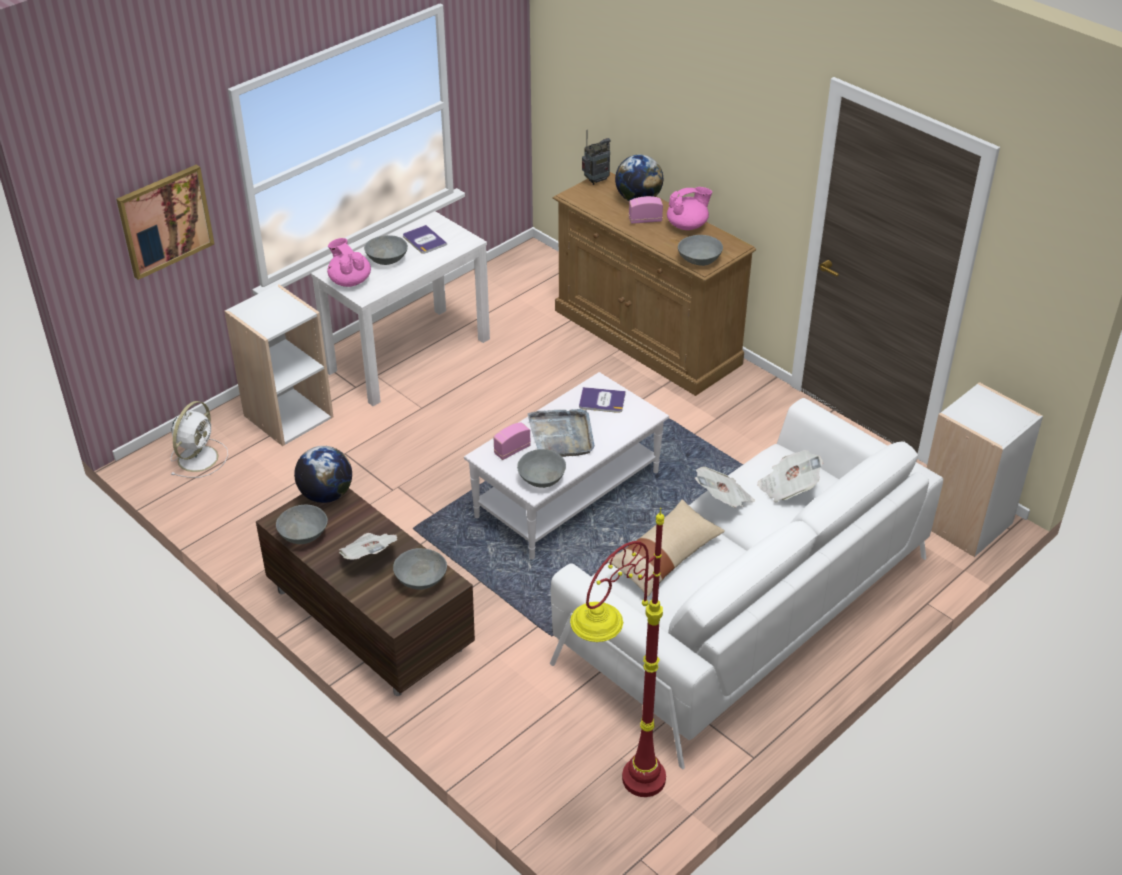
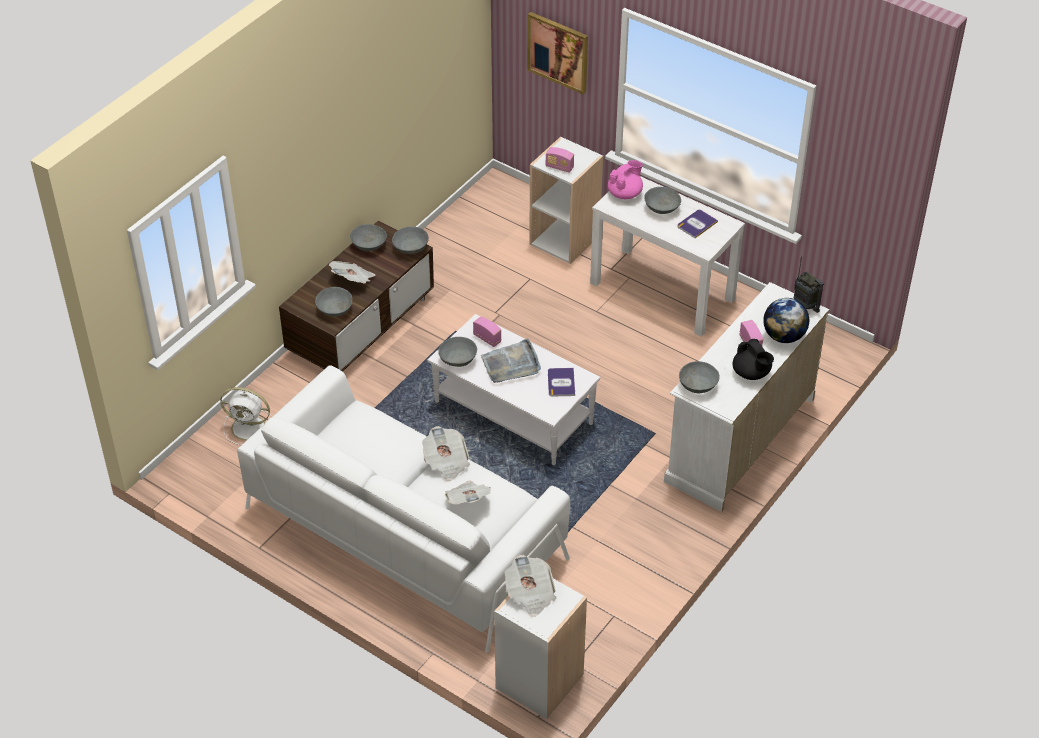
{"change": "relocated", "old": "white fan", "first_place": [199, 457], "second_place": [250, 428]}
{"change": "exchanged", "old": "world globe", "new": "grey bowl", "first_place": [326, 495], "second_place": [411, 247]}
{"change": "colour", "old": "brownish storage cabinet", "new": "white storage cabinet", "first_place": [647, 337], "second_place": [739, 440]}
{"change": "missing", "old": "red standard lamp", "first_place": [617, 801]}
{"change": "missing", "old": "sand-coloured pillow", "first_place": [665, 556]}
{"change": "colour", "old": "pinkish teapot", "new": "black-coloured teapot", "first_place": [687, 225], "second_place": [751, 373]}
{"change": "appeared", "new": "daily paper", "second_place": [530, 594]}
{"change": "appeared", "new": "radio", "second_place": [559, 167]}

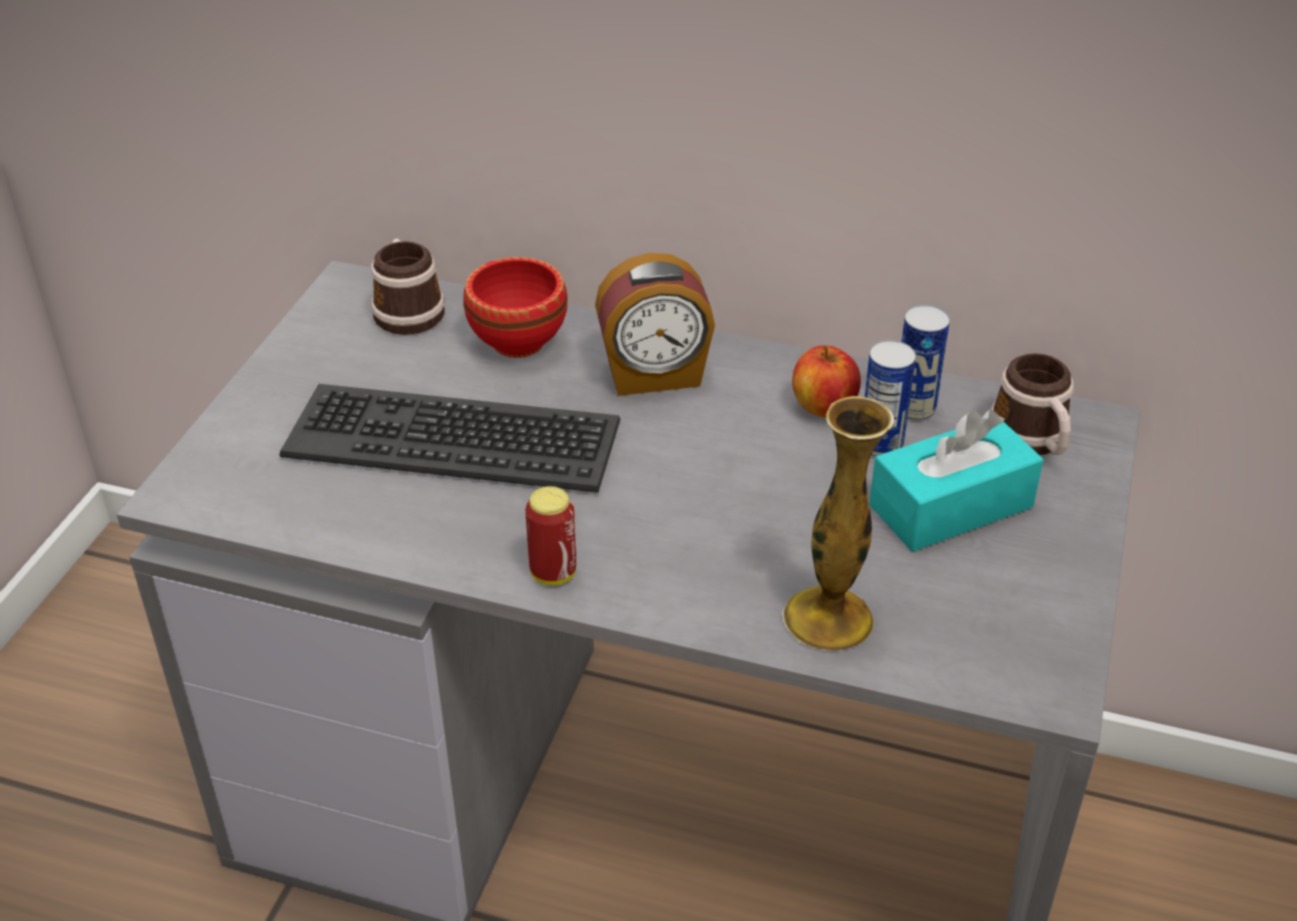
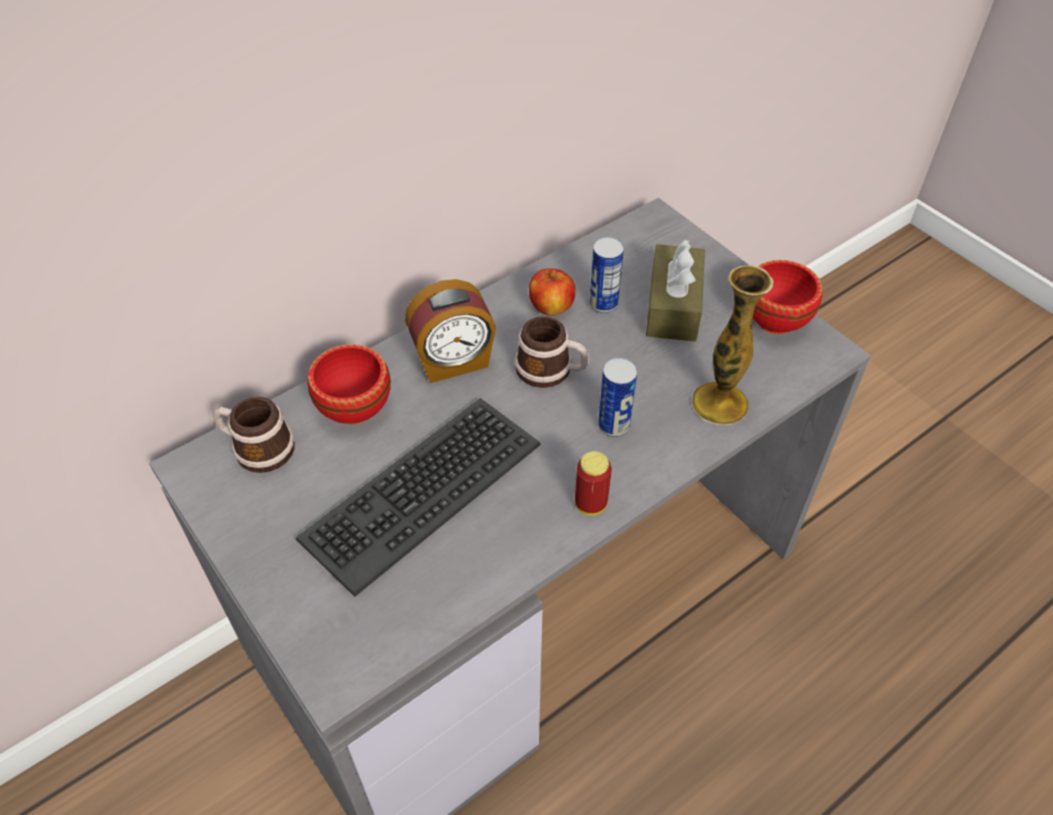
{"change": "spun", "old": "bedside clock", "first_place": [654, 376], "second_place": [453, 362], "degrees": 45}
{"change": "colour", "old": "turquoise-coloured tissue holder", "new": "brownish tissue holder", "first_place": [951, 506], "second_place": [673, 306]}
{"change": "relocated", "old": "sealed can", "first_place": [914, 408], "second_place": [614, 425]}
{"change": "relocated", "old": "mug", "first_place": [1033, 441], "second_place": [551, 371]}
{"change": "appeared", "new": "red bowl", "second_place": [777, 320]}

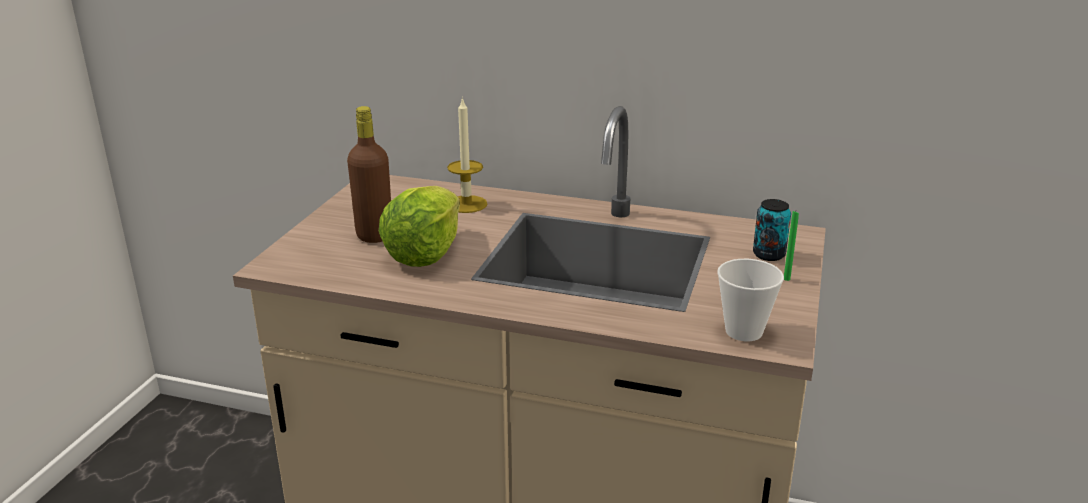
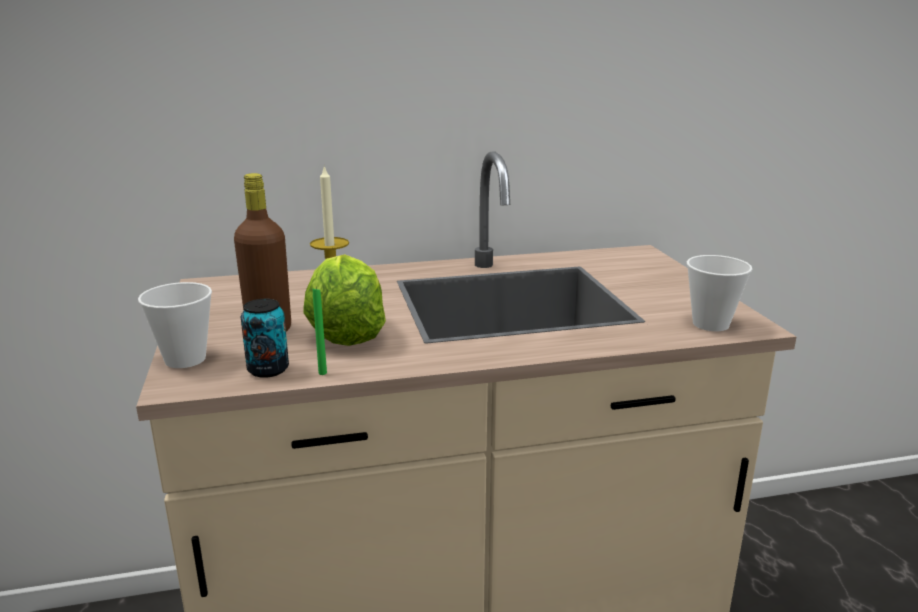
{"change": "relocated", "old": "sealed can", "first_place": [769, 255], "second_place": [268, 369]}
{"change": "relocated", "old": "greenish wax candle", "first_place": [786, 279], "second_place": [322, 373]}
{"change": "appeared", "new": "drinking cup", "second_place": [185, 359]}

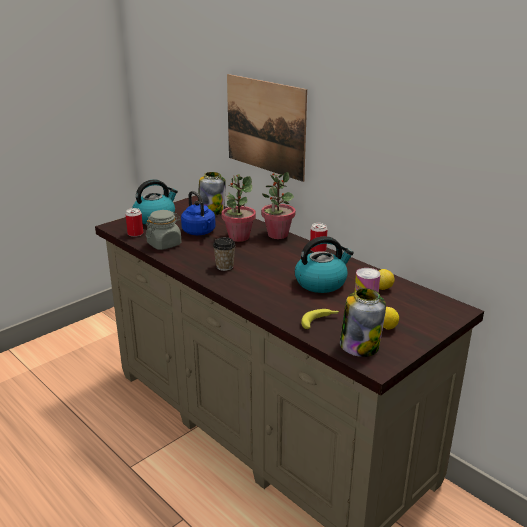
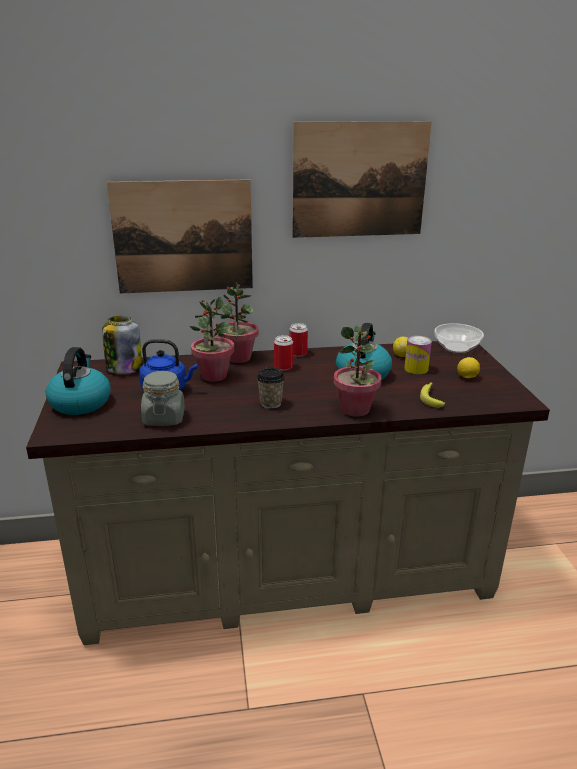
{"change": "relocated", "old": "sealed can", "first_place": [135, 234], "second_place": [283, 367]}
{"change": "missing", "old": "jar", "first_place": [359, 345]}
{"change": "appeared", "new": "wall picture", "second_place": [359, 180]}
{"change": "appeared", "new": "plant in a pot", "second_place": [355, 409]}
{"change": "appeared", "new": "bowl", "second_place": [456, 348]}

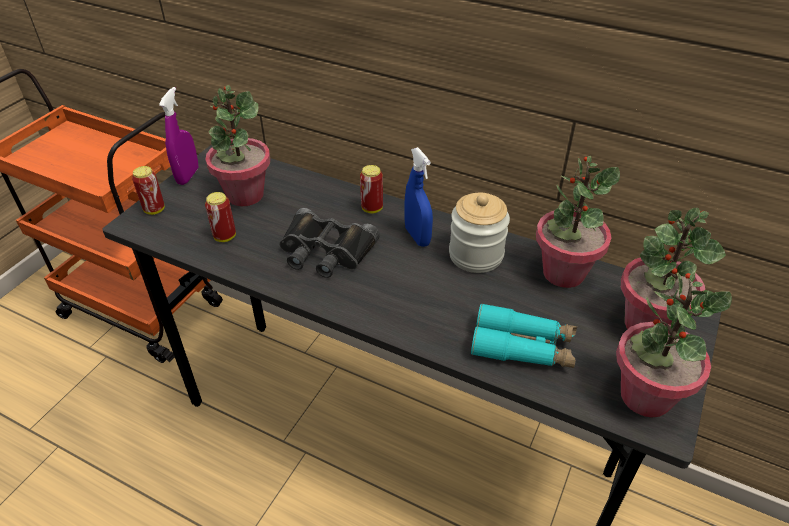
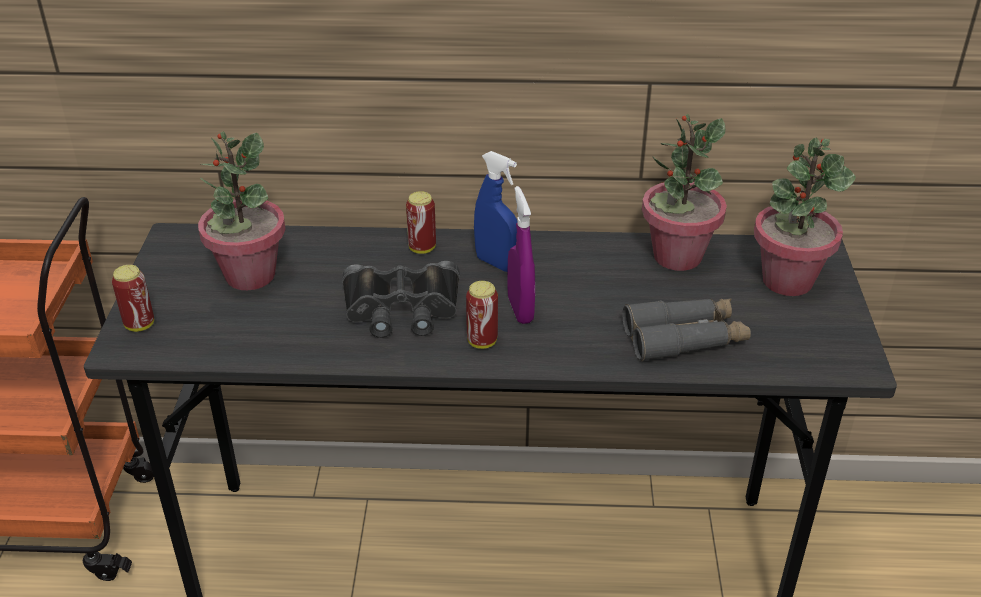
{"change": "relocated", "old": "purple spray bottle", "first_place": [188, 176], "second_place": [520, 310]}
{"change": "relocated", "old": "sealed can", "first_place": [225, 237], "second_place": [482, 341]}
{"change": "missing", "old": "jar", "first_place": [476, 255]}
{"change": "colour", "old": "turquoise-coloured binoculars", "new": "grey binoculars", "first_place": [523, 347], "second_place": [684, 338]}
{"change": "missing", "old": "plant in a pot", "first_place": [645, 396]}

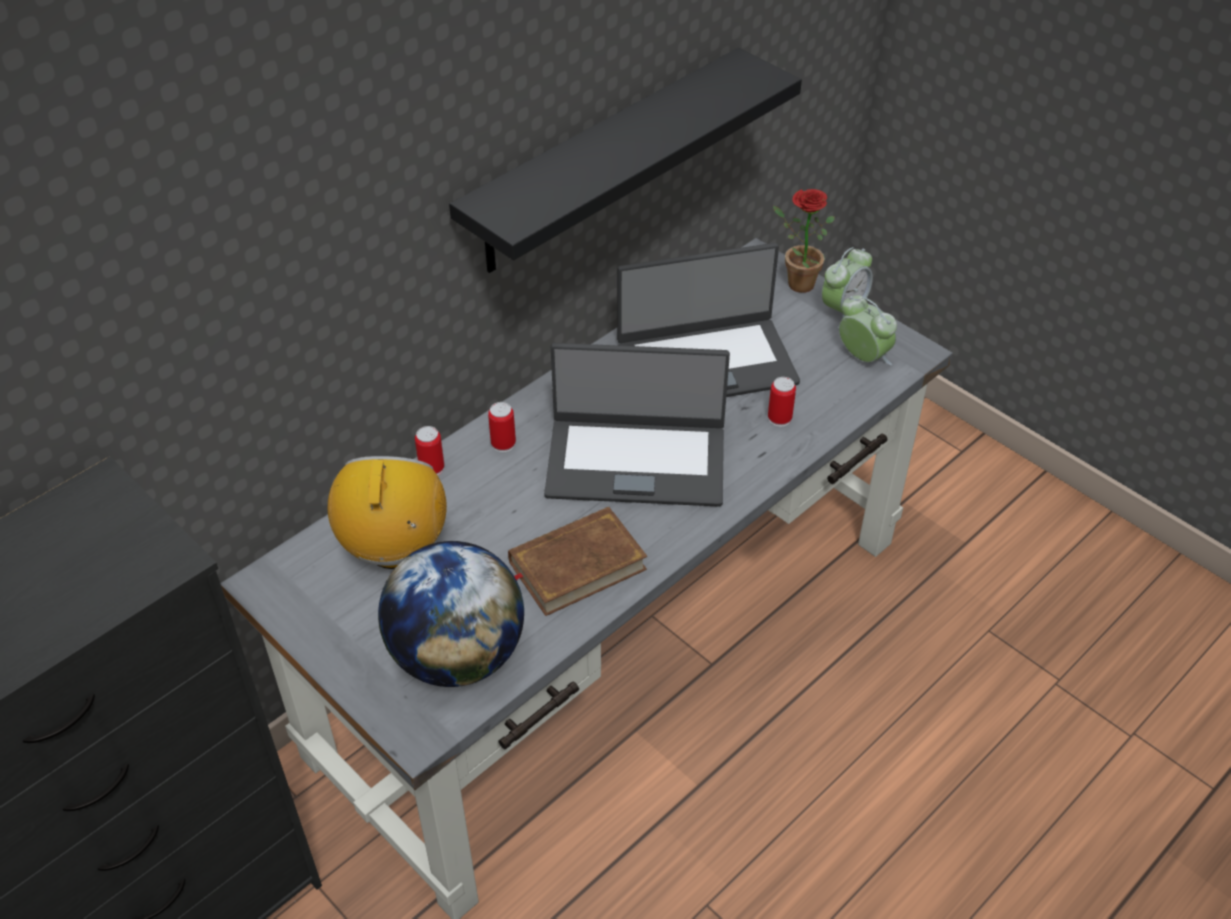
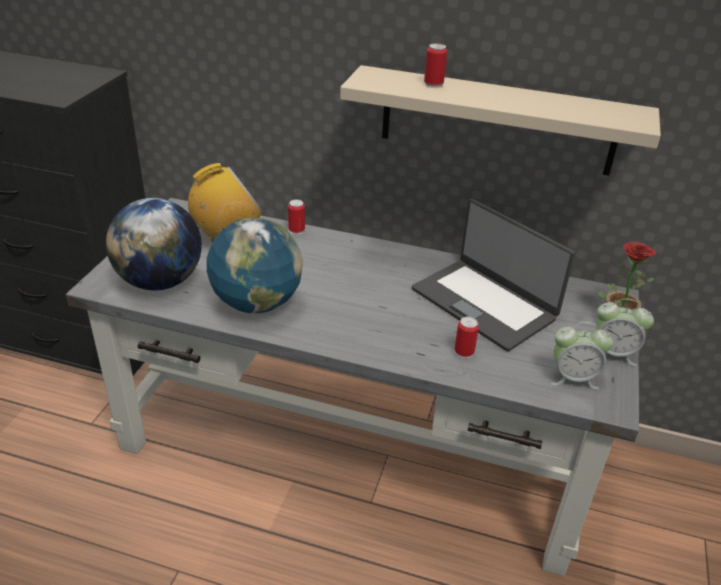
{"change": "colour", "old": "black-coloured bracket shelf", "new": "sand-coloured bracket shelf", "first_place": [603, 162], "second_place": [497, 121]}
{"change": "relocated", "old": "sealed can", "first_place": [503, 444], "second_place": [433, 84]}
{"change": "exchanged", "old": "brownish bound book", "new": "world globe", "first_place": [576, 565], "second_place": [257, 303]}
{"change": "missing", "old": "notebook computer", "first_place": [636, 461]}
{"change": "spun", "old": "bedside clock", "first_place": [863, 357], "second_place": [573, 378], "degrees": 75}

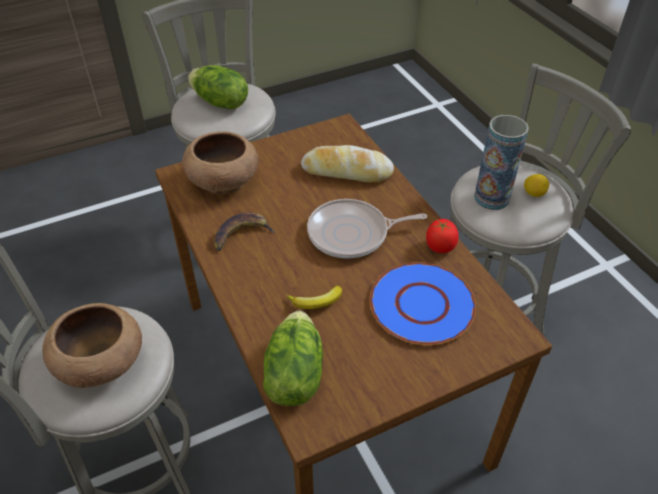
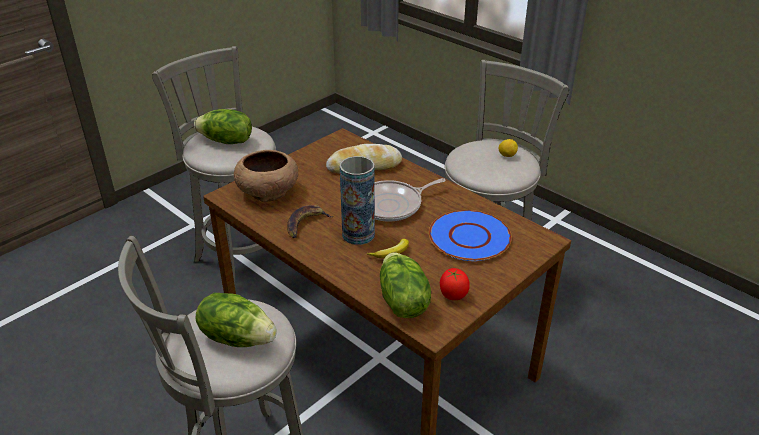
{"change": "exchanged", "old": "brownish bowl", "new": "head of lettuce", "first_place": [101, 362], "second_place": [237, 337]}
{"change": "relocated", "old": "whole tomato", "first_place": [440, 247], "second_place": [453, 295]}
{"change": "relocated", "old": "flower vase", "first_place": [491, 198], "second_place": [358, 234]}

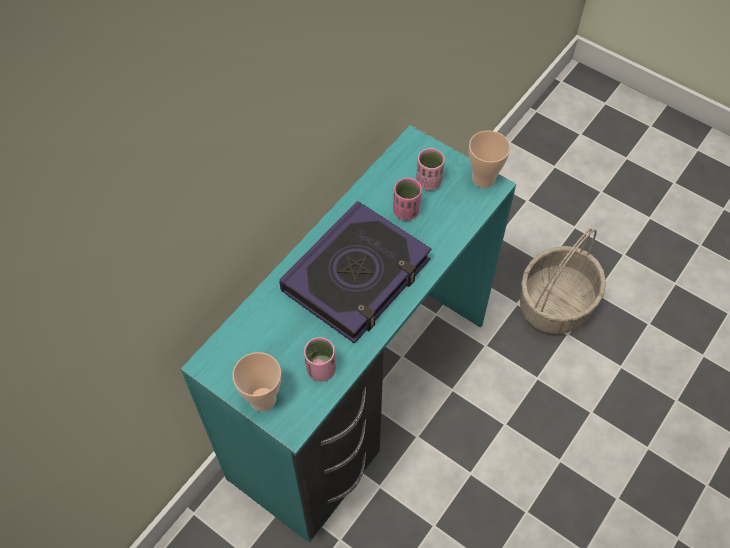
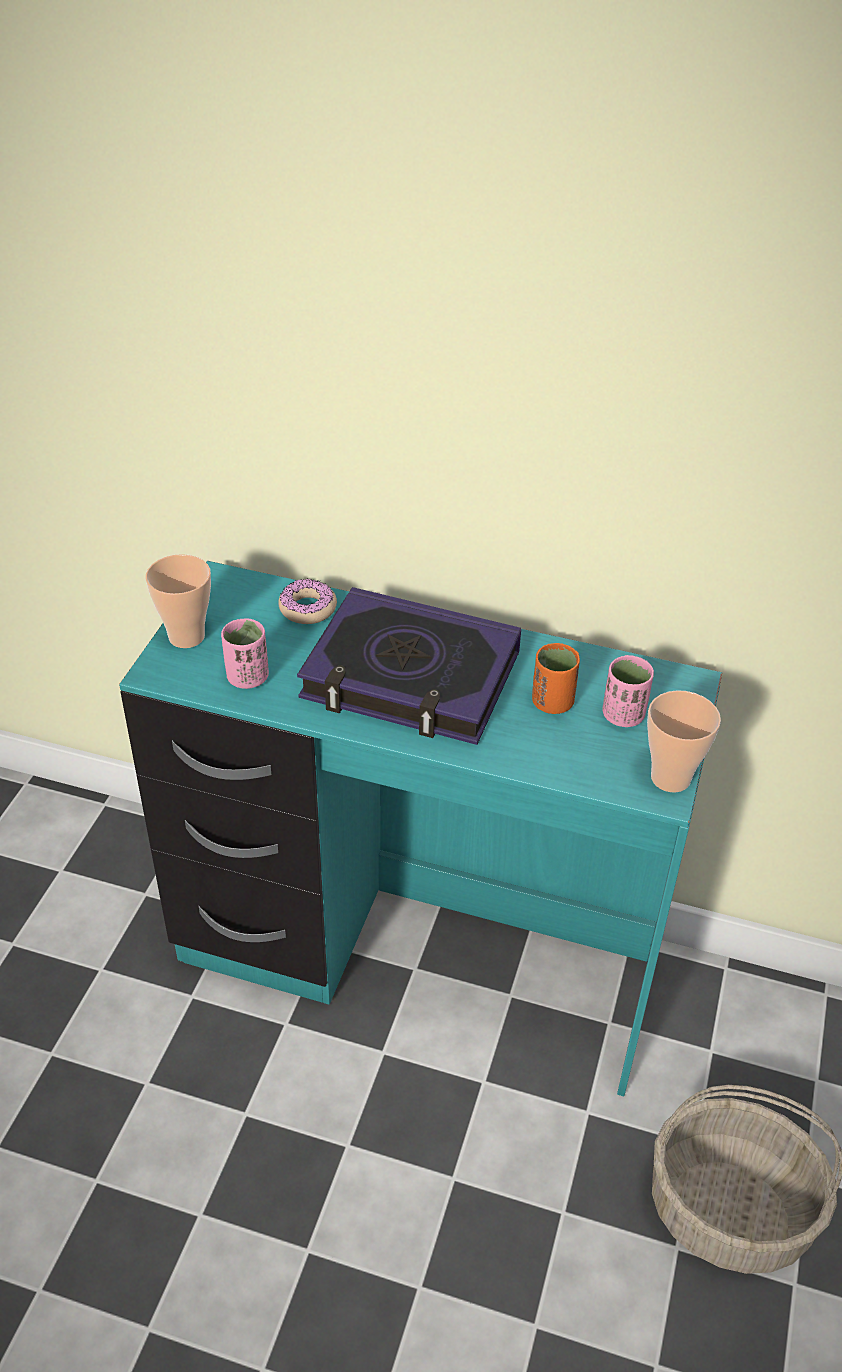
{"change": "colour", "old": "pinkish drinking cup", "new": "orange-coloured drinking cup", "first_place": [406, 211], "second_place": [552, 702]}
{"change": "appeared", "new": "doughnut", "second_place": [308, 608]}

